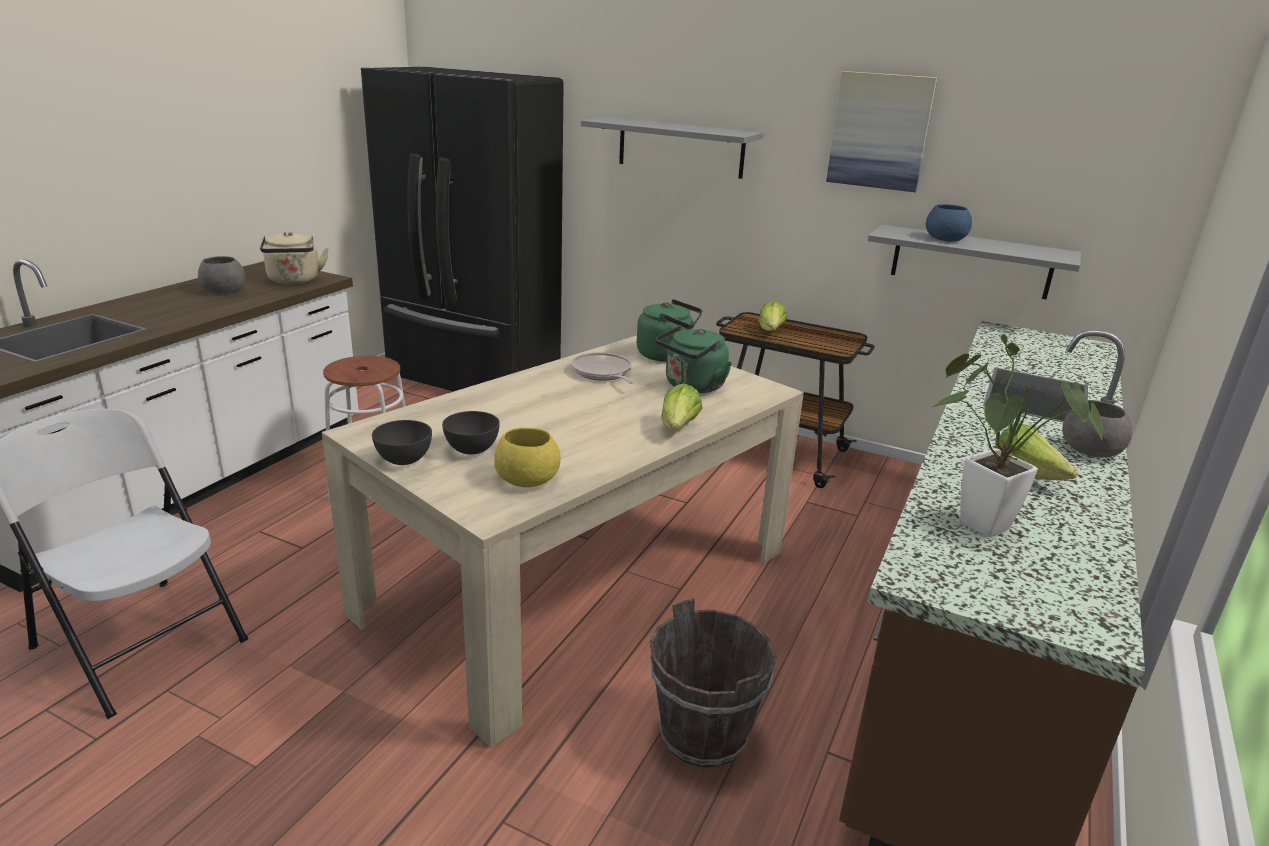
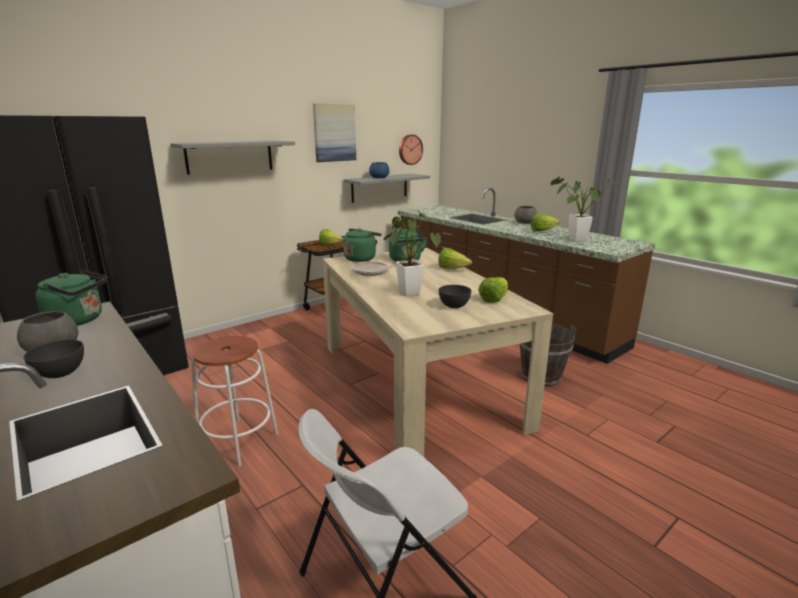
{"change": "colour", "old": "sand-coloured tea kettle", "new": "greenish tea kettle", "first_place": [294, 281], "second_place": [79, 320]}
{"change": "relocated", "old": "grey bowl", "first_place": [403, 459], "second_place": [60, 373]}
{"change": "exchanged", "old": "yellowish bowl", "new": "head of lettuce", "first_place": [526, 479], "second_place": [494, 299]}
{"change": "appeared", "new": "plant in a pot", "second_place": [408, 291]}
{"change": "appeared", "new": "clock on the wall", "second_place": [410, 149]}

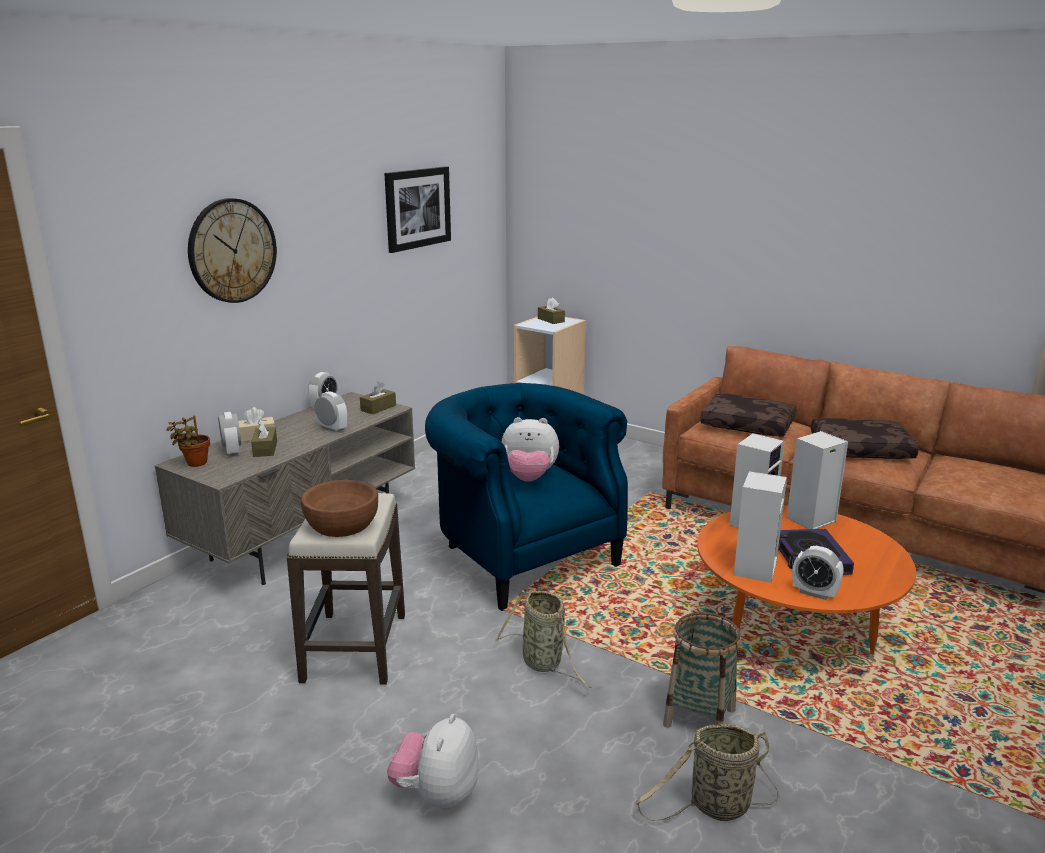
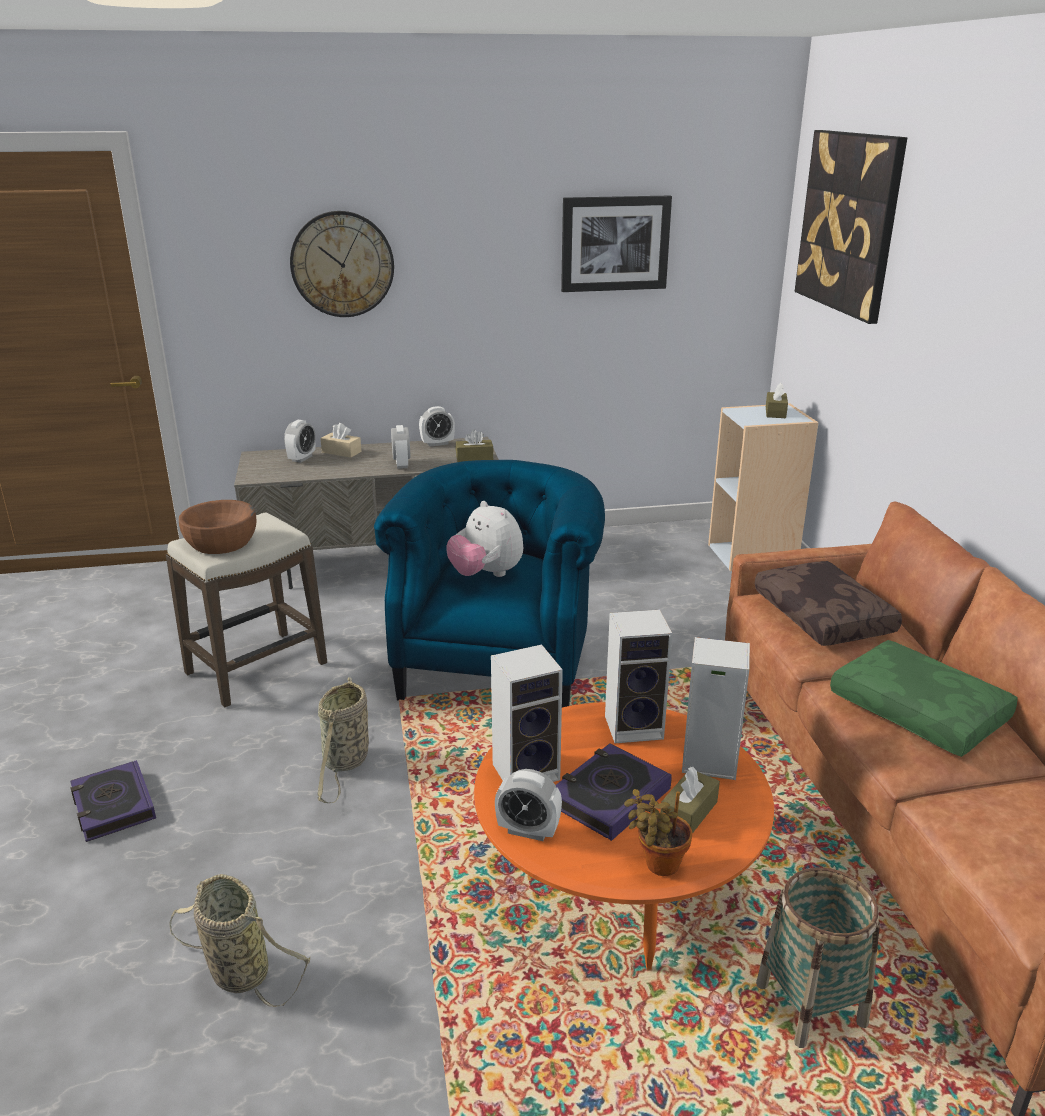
{"change": "relocated", "old": "plant in a pot", "first_place": [194, 463], "second_place": [658, 864]}
{"change": "relocated", "old": "brownish tissue holder", "first_place": [265, 449], "second_place": [688, 812]}
{"change": "exchanged", "old": "plush toy", "new": "bound book", "first_place": [437, 795], "second_place": [113, 806]}
{"change": "relocated", "old": "household basket", "first_place": [699, 717], "second_place": [810, 1005]}
{"change": "spun", "old": "bedside clock", "first_place": [814, 593], "second_place": [528, 831], "degrees": -60}
{"change": "colour", "old": "brownish pillow", "new": "greenish pillow", "first_place": [861, 449], "second_place": [920, 711]}
{"change": "appeared", "new": "wall picture", "second_place": [849, 223]}

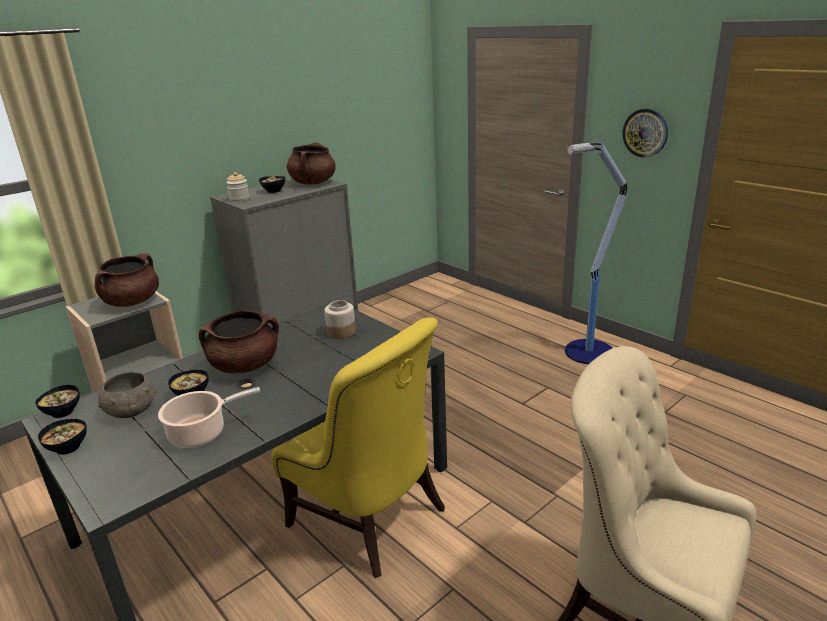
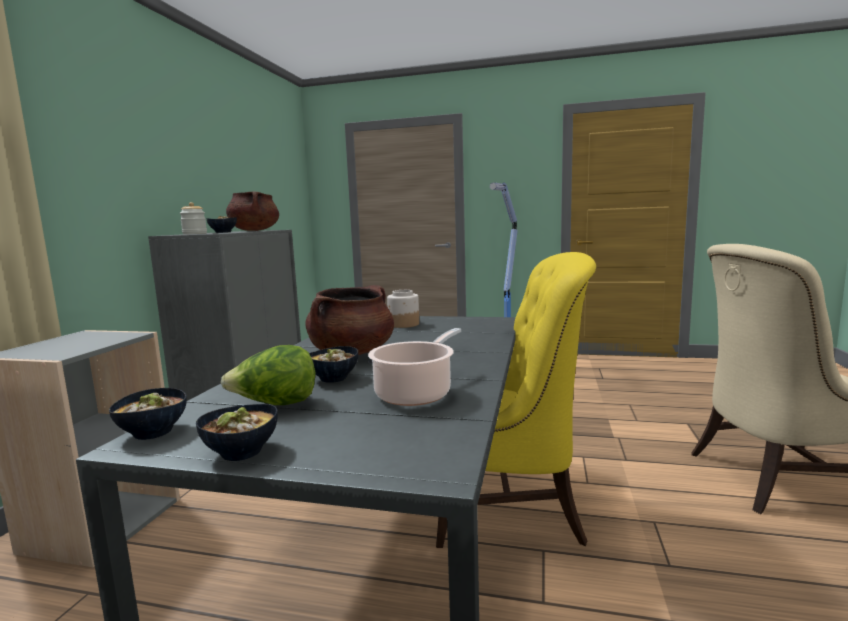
{"change": "missing", "old": "brownish cooking pot", "first_place": [132, 302]}
{"change": "exchanged", "old": "grey bowl", "new": "head of lettuce", "first_place": [131, 411], "second_place": [275, 405]}
{"change": "missing", "old": "clock on the wall", "first_place": [645, 132]}

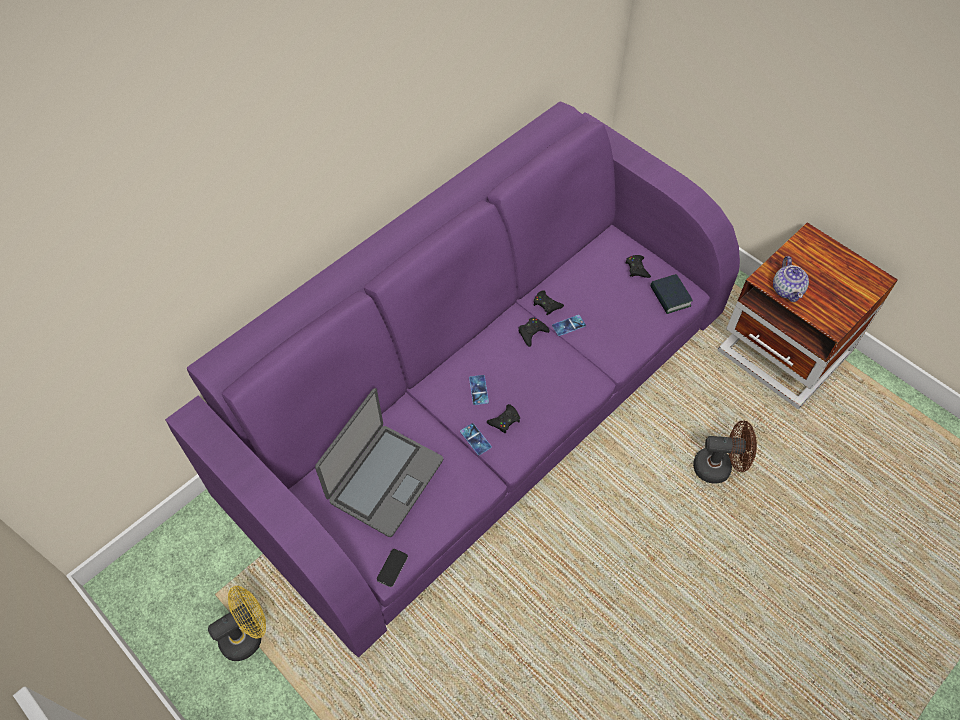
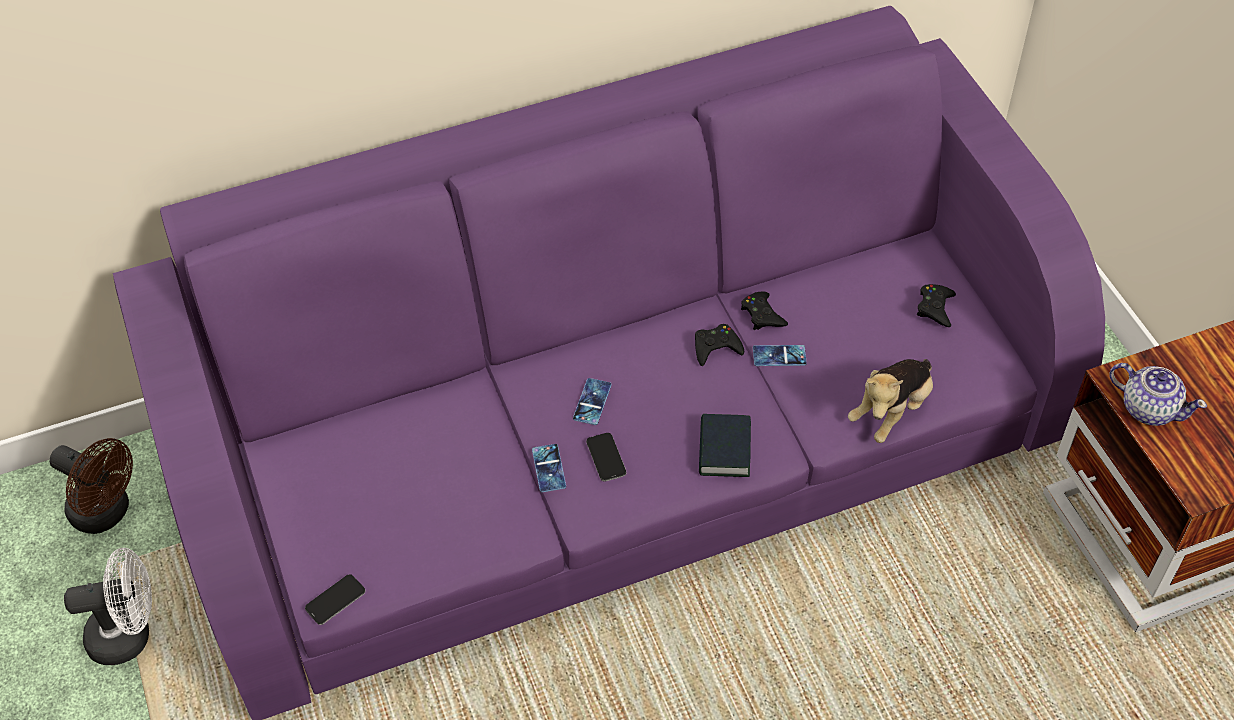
{"change": "colour", "old": "yellowish fan", "new": "white fan", "first_place": [247, 635], "second_place": [130, 635]}
{"change": "missing", "old": "notebook computer", "first_place": [385, 480]}
{"change": "exchanged", "old": "black-coloured game controller", "new": "phone", "first_place": [504, 420], "second_place": [606, 458]}
{"change": "relocated", "old": "bound book", "first_place": [670, 297], "second_place": [724, 450]}
{"change": "relocated", "old": "brownish fan", "first_place": [718, 467], "second_place": [107, 513]}
{"change": "spun", "old": "teapot", "first_place": [787, 290], "second_place": [1148, 408], "degrees": -75}
{"change": "appeared", "new": "plush toy", "second_place": [891, 411]}

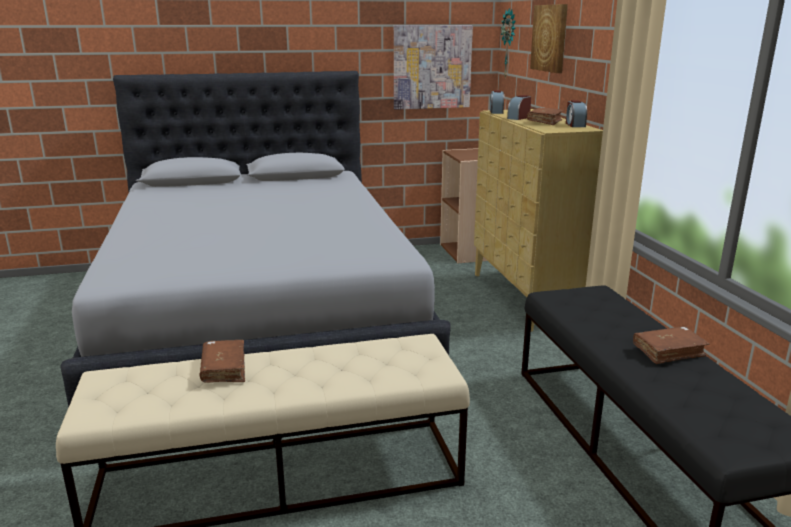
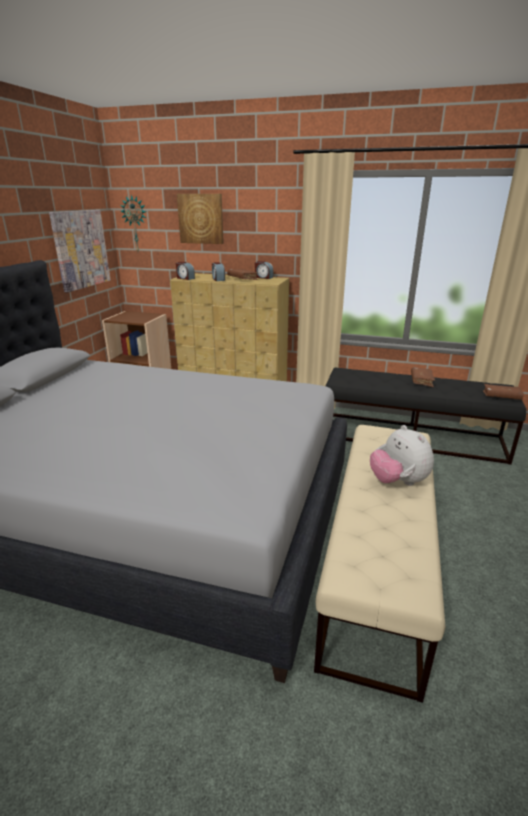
{"change": "relocated", "old": "brownish bound book", "first_place": [224, 369], "second_place": [501, 396]}
{"change": "appeared", "new": "plush toy", "second_place": [398, 481]}

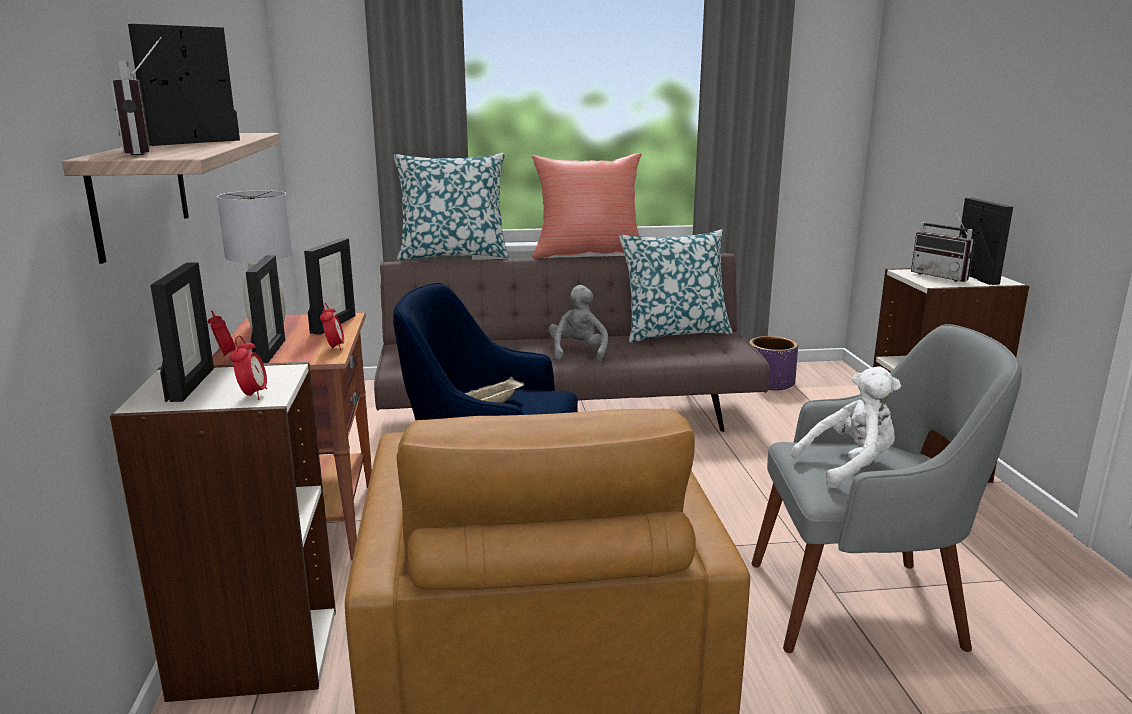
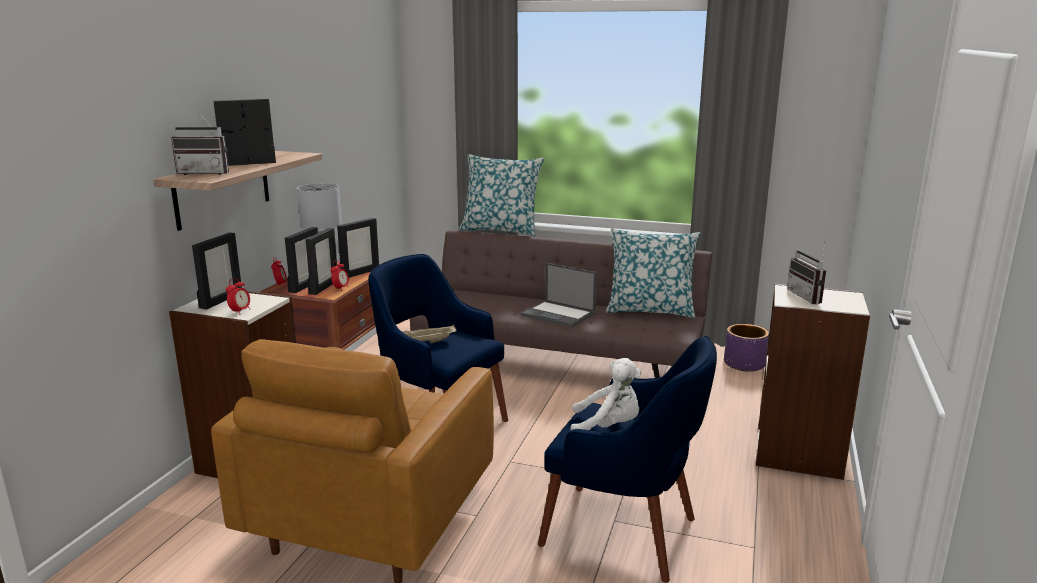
{"change": "spun", "old": "radio", "first_place": [151, 151], "second_place": [206, 173], "degrees": -90}
{"change": "missing", "old": "red pillow", "first_place": [588, 254]}
{"change": "exchanged", "old": "grey plush toy", "new": "notebook computer", "first_place": [578, 353], "second_place": [559, 314]}
{"change": "colour", "old": "grey easy chair", "new": "bluish easy chair", "first_place": [860, 604], "second_place": [623, 533]}
{"change": "relocated", "old": "photo frame", "first_place": [974, 277], "second_place": [323, 287]}

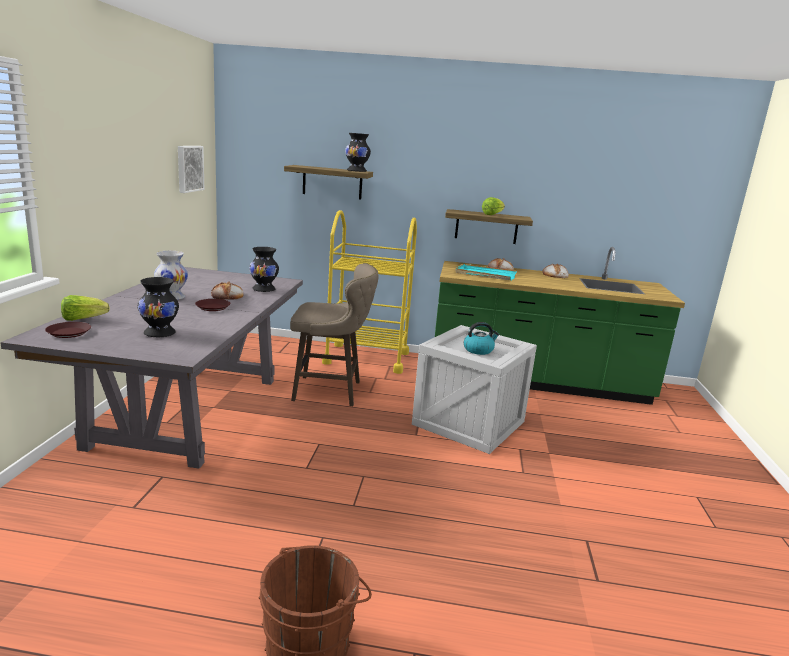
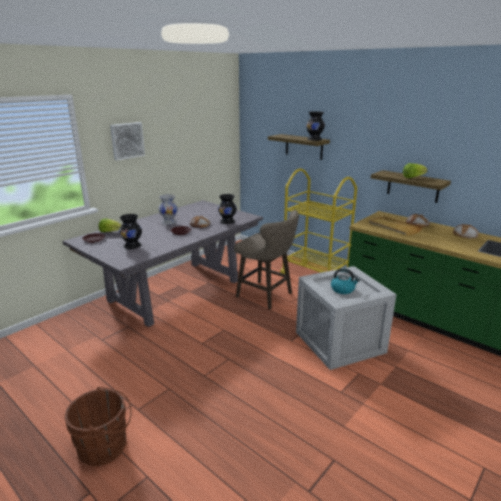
{"change": "relocated", "old": "wall picture", "first_place": [189, 168], "second_place": [127, 140]}
{"change": "colour", "old": "turquoise-coloured tray", "new": "sand-coloured tray", "first_place": [485, 274], "second_place": [393, 227]}

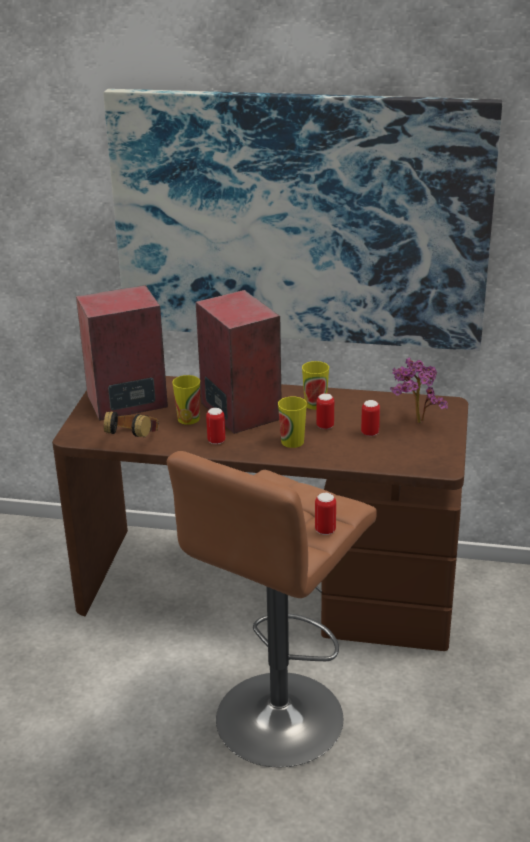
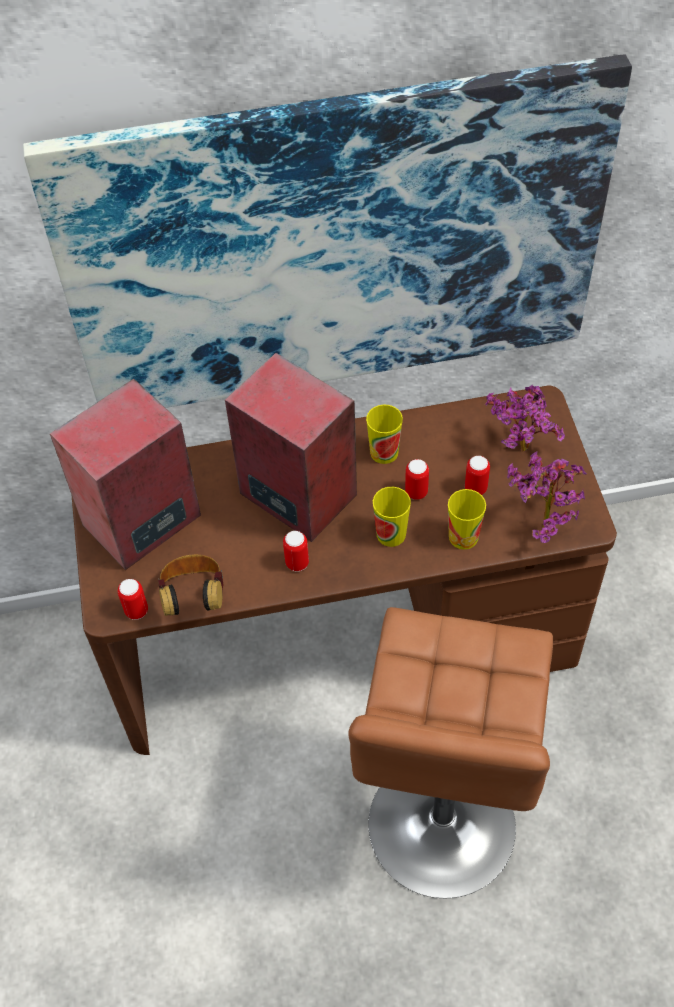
{"change": "relocated", "old": "drinking cup", "first_place": [188, 419], "second_place": [463, 537]}
{"change": "relocated", "old": "sealed can", "first_place": [325, 530], "second_place": [136, 610]}
{"change": "appeared", "new": "plant in a pot", "second_place": [540, 524]}

